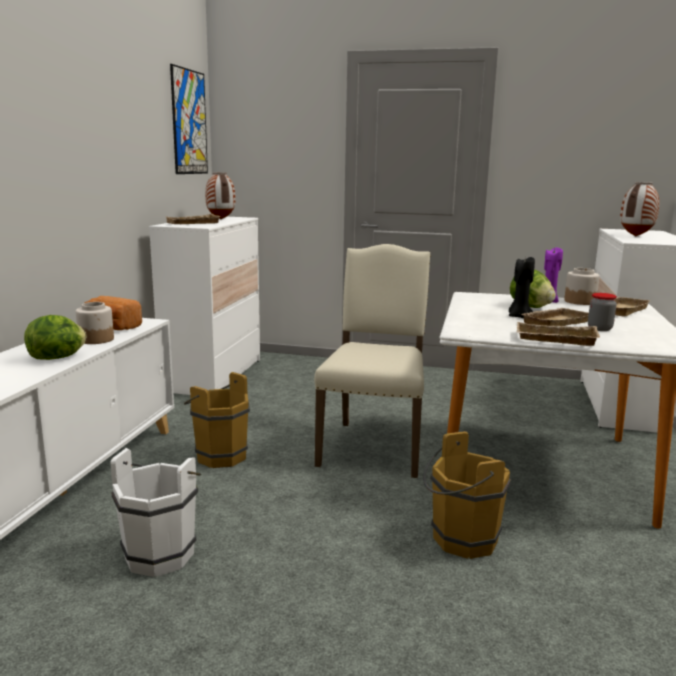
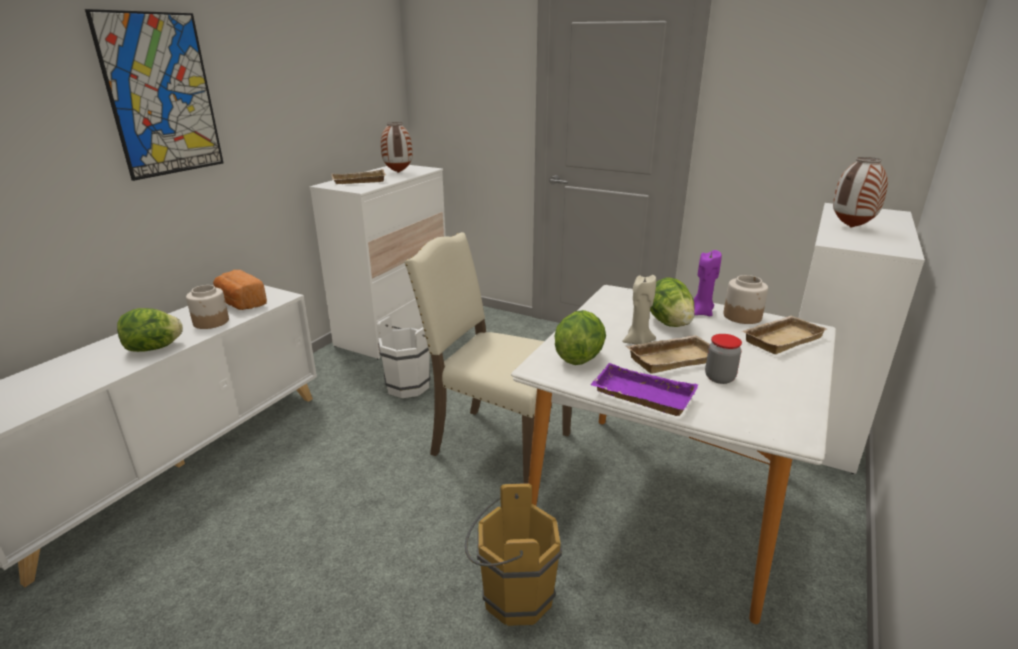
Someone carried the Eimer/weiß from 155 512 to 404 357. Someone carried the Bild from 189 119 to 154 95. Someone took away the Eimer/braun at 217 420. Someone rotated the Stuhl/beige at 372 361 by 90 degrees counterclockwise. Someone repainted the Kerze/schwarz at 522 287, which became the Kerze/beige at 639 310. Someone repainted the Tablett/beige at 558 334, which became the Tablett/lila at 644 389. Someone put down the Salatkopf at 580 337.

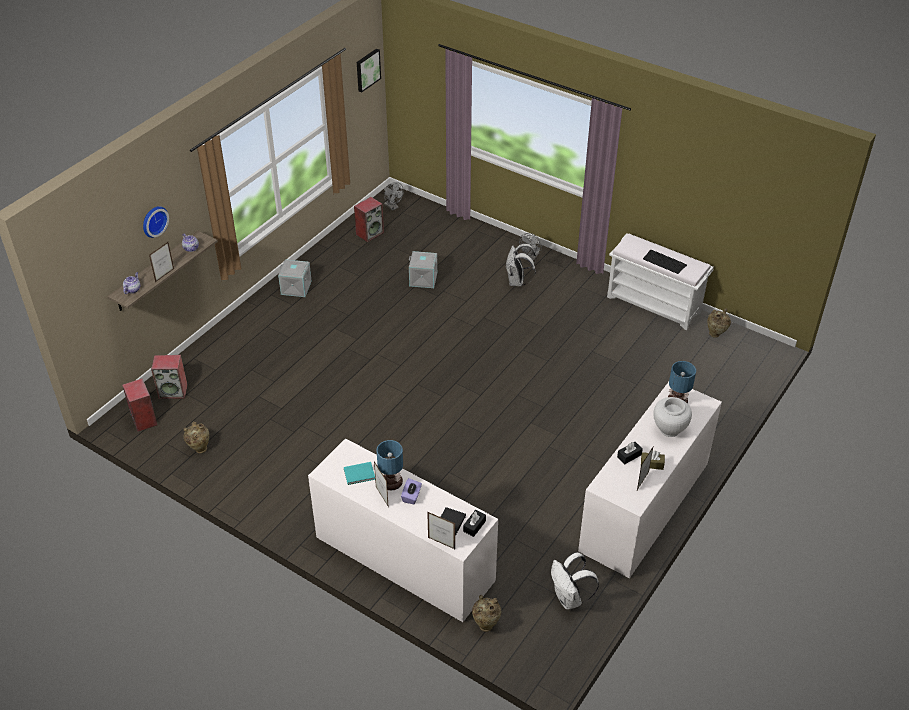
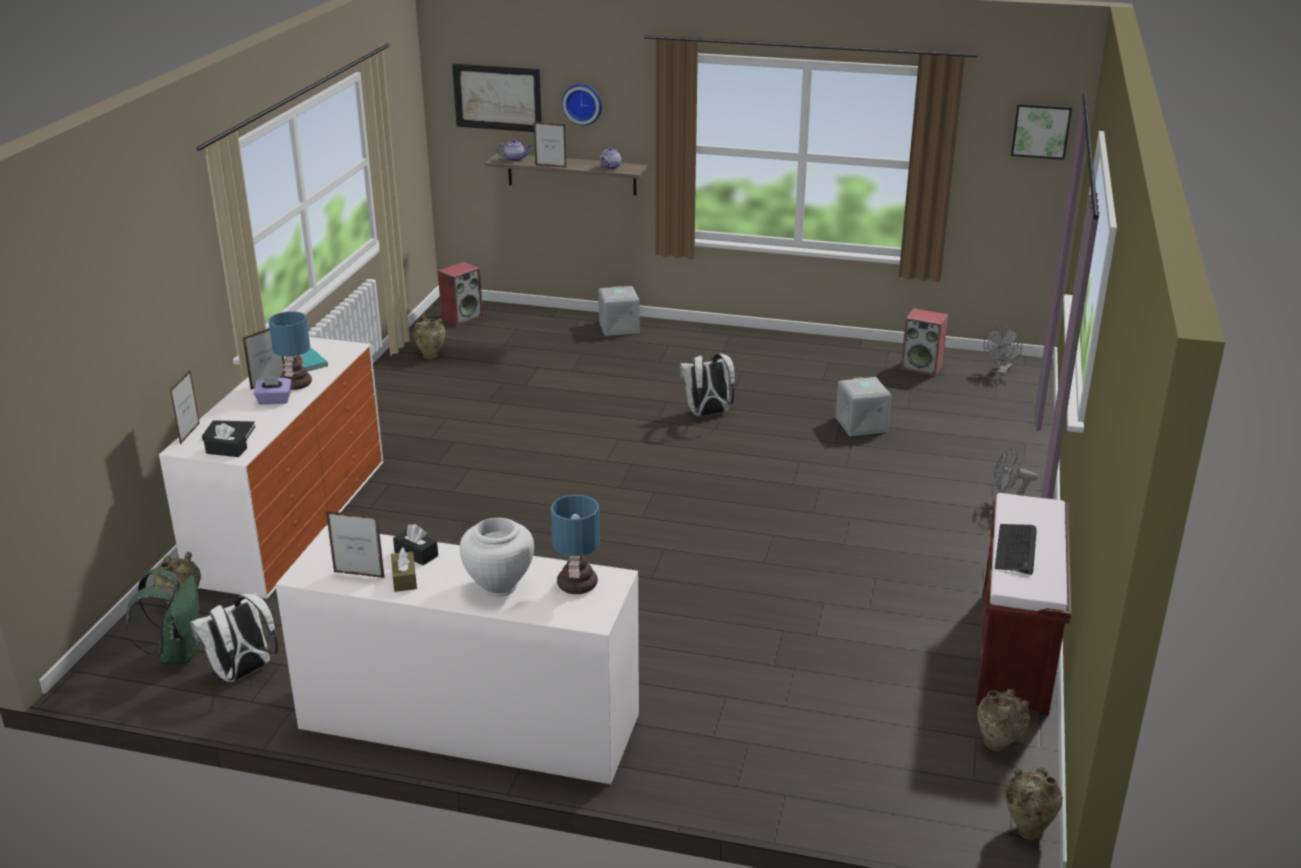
Someone took away the Lautsprecher at 169 377. Someone carried the Aufbewahrungsbox/grau from 295 278 to 619 311. Someone carried the Rucksack/weiß from 520 265 to 707 385. Someone repainted the Bank/weiß at 660 282, which became the Bank/braun at 1023 604. Someone put down the Rucksack/grün at 162 616. Someone put up the Bild at 497 98. Someone put down the Vase/beige at 1034 803.

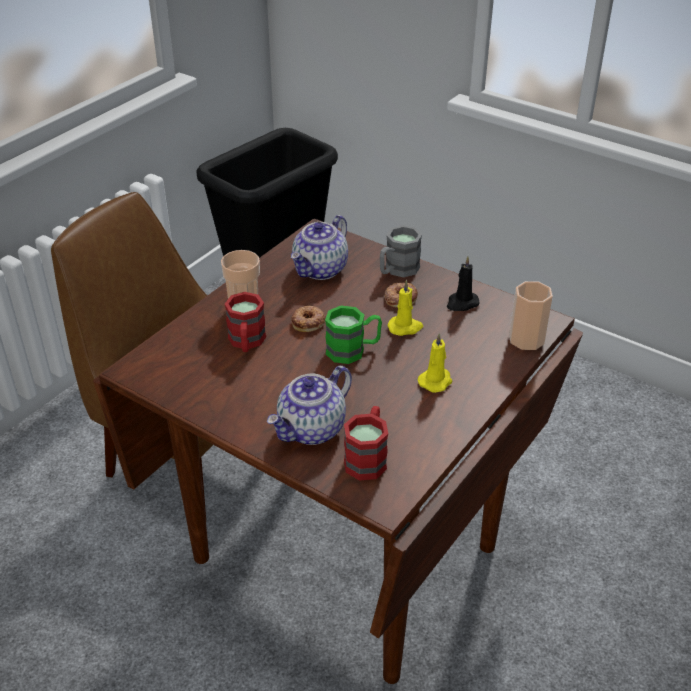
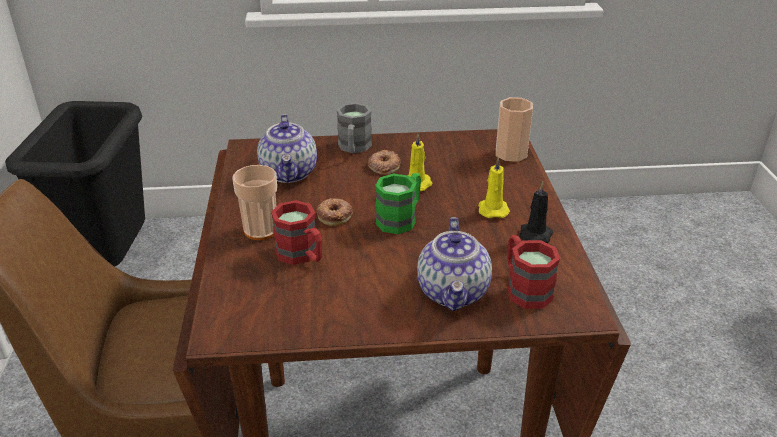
Someone carried the Kerze/schwarz from 463 283 to 536 212.

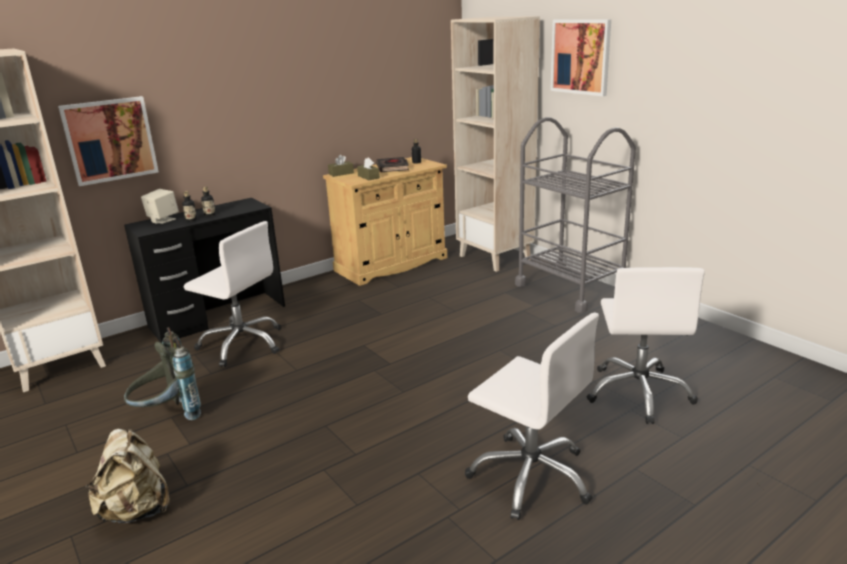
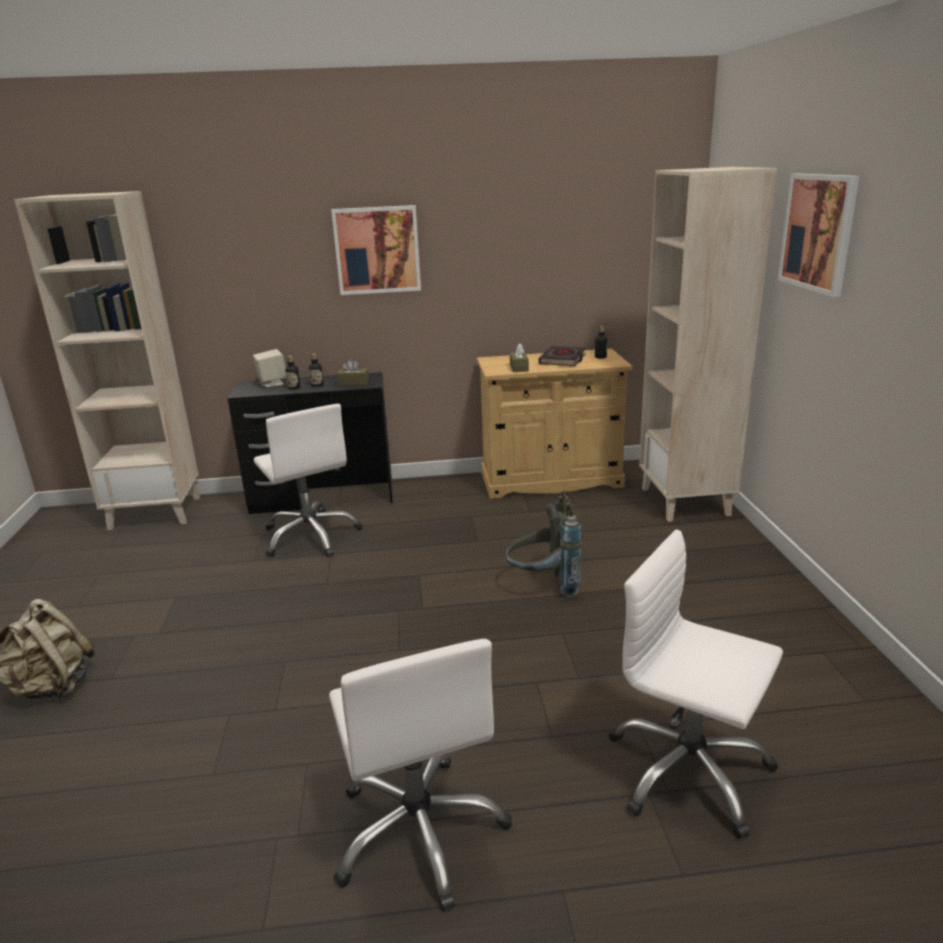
Someone carried the Bild from 108 141 to 376 250. Someone carried the Rucksack/grau from 162 373 to 543 544. Someone carried the Taschentuchbox/braun from 341 166 to 352 372. Someone took away the Rollwagen/grau at 575 215. Someone rotated the Bürostuhl/weiß at 646 345 by 90 degrees clockwise.

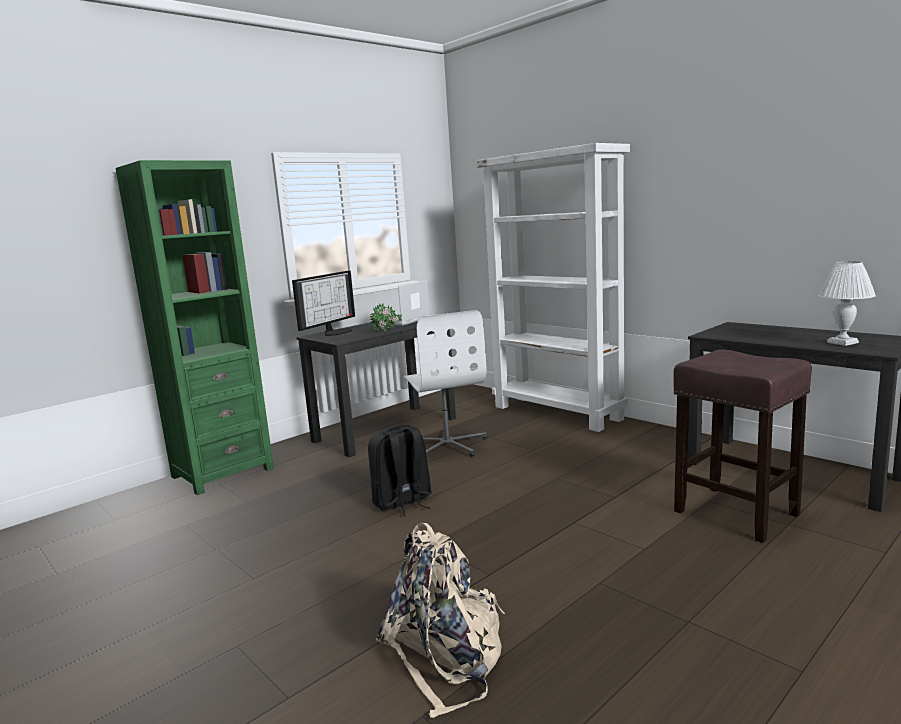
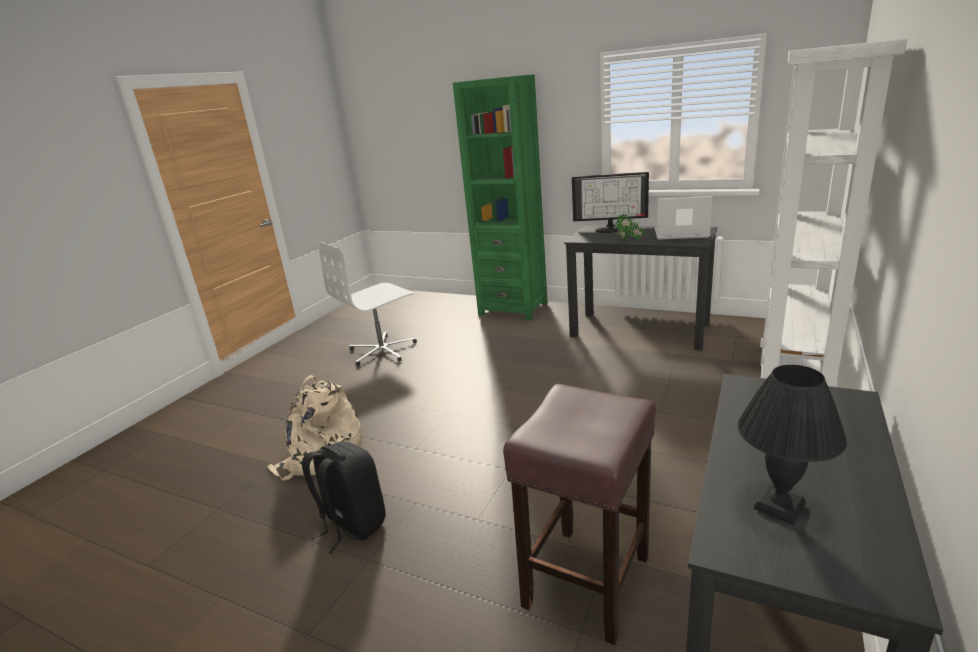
Someone carried the Rucksack/schwarz from 400 471 to 344 497. Someone carried the Bürostuhl/weiß from 445 383 to 367 303. Someone repainted the Tischlampe/weiß at 847 303, which became the Tischlampe/schwarz at 792 445.

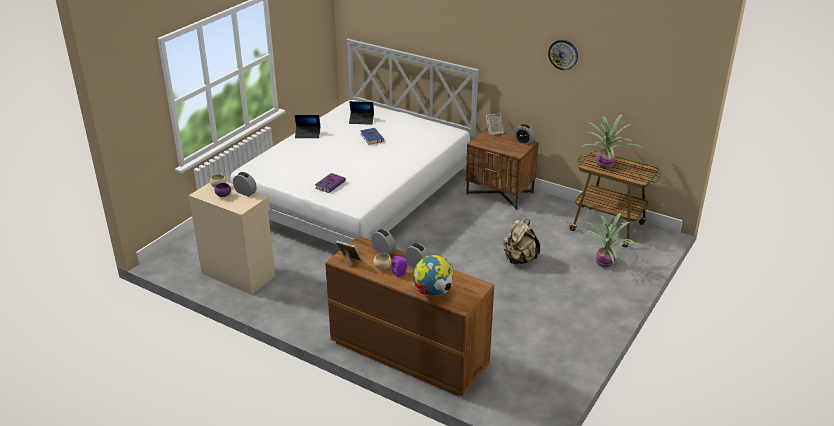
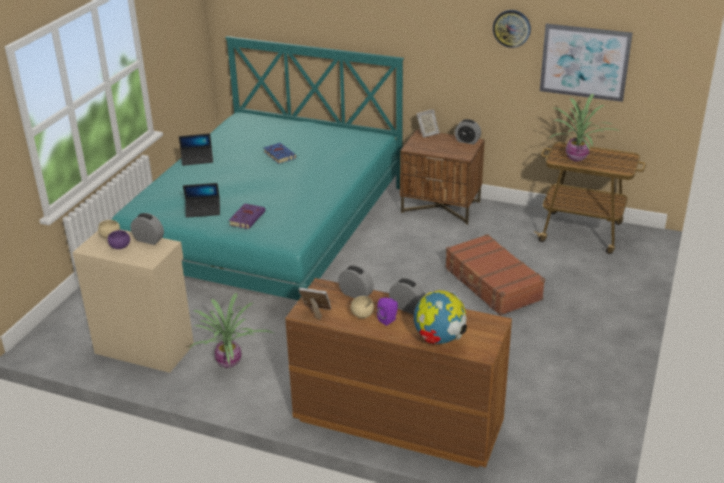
Someone repainted the Bett/weiß at 354 141, which became the Bett/türkis at 258 168. Someone carried the Laptop from 361 113 to 201 200. Someone swapped the Rucksack/beige at 521 241 for the Koffer/braun at 495 275. Someone carried the Topfpflanze from 612 240 to 231 330. Someone put up the Bild at 586 63.

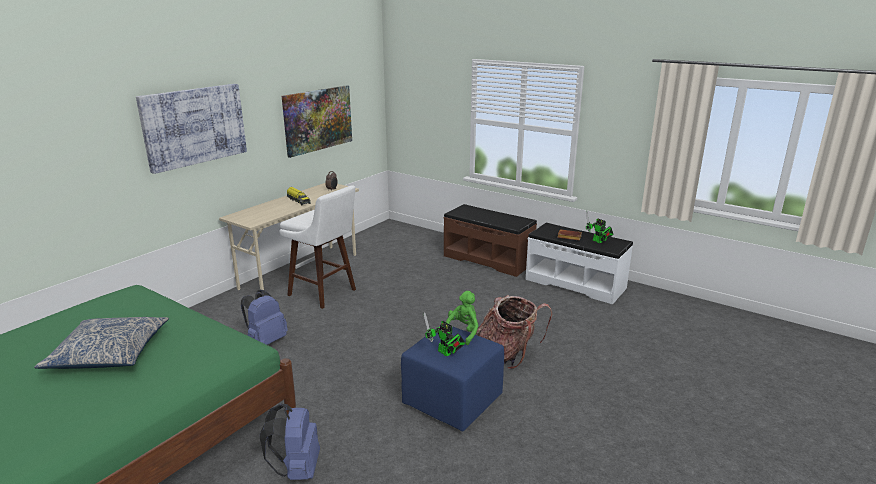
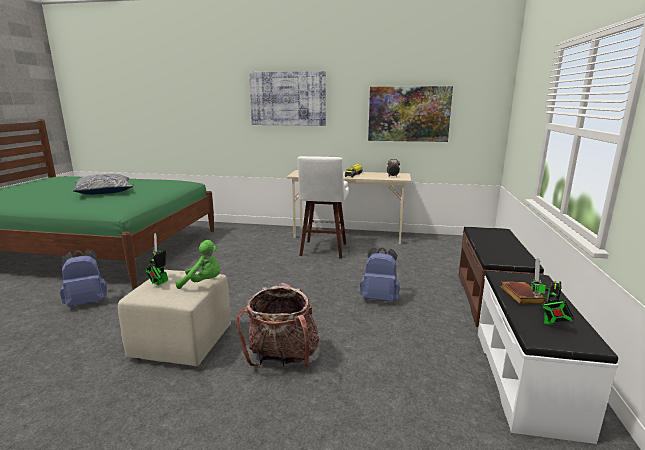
Someone carried the Rucksack/blau from 264 317 to 380 274. Someone repainted the Polsterhocker/blau at 452 378, which became the Polsterhocker/beige at 174 318.

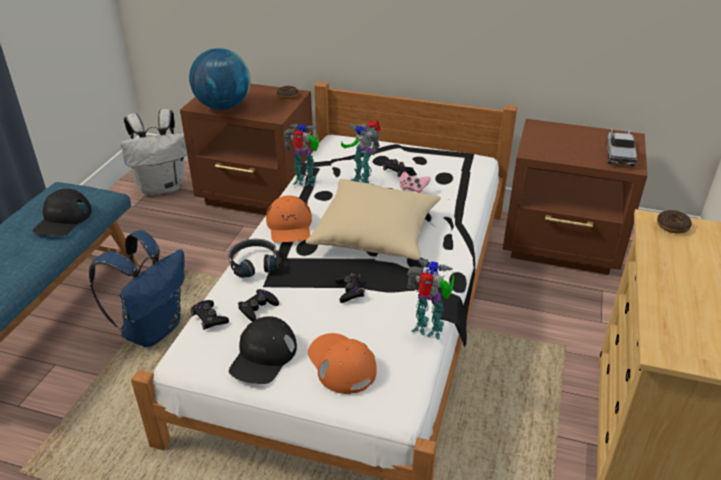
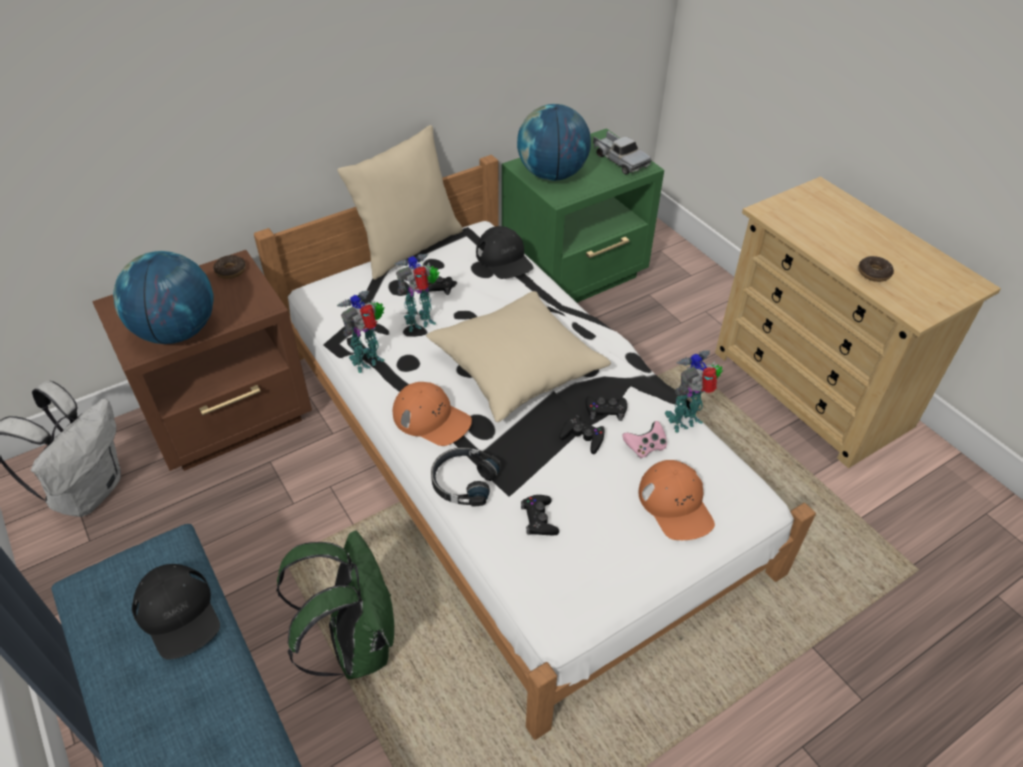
Someone repainted the Rucksack/blau at 137 288, which became the Rucksack/grün at 335 604. Someone carried the Gamepad/schwarz from 209 315 to 606 408. Someone carried the Kappe/schwarz from 263 350 to 505 252. Someone rotated the Kappe/orange at 342 363 by 120 degrees counterclockwise. Someone rotated the Spielzeugroboter at 361 152 by 150 degrees clockwise. Someone carried the Gamepad/rosa from 415 182 to 644 439. Someone repainted the Nachttisch/braun at 575 197, which became the Nachttisch/grün at 583 215. Someone carried the Donut from 674 222 to 876 269. Someone put down the Kissen/beige at 400 202. Someone put down the Globus at 554 142.

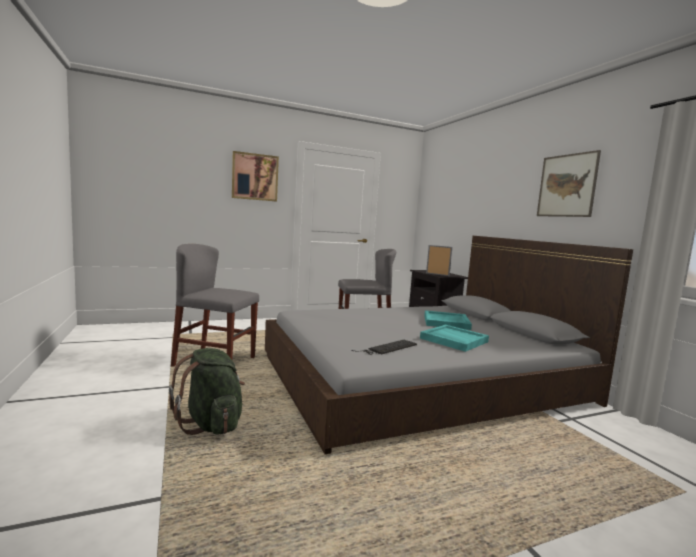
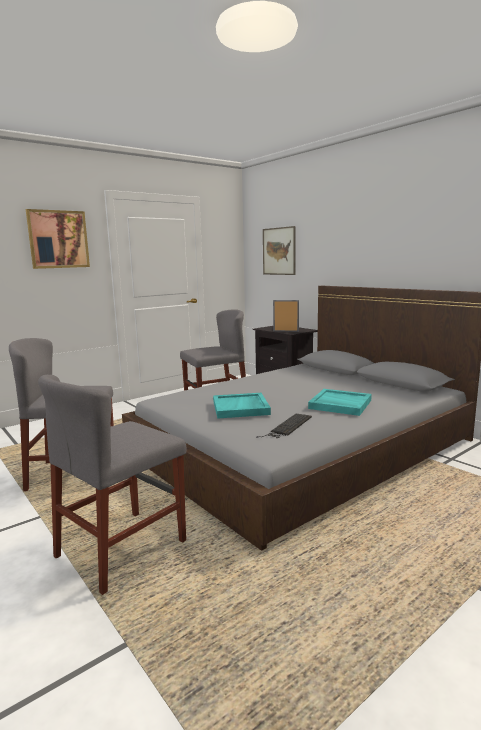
Someone swapped the Rucksack/grün at 207 391 for the Stuhl/grau at 112 485. Someone carried the Tablett/türkis from 448 320 to 242 406. Someone carried the Bild from 569 183 to 279 250.

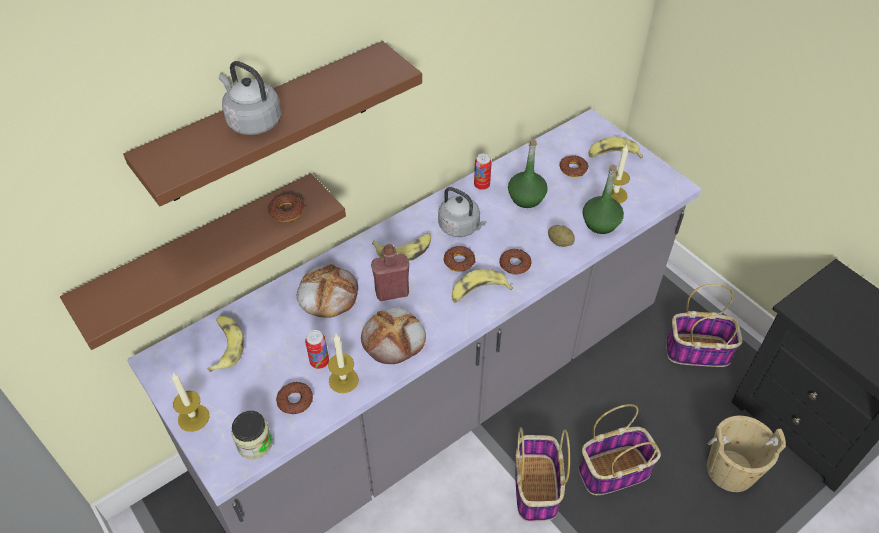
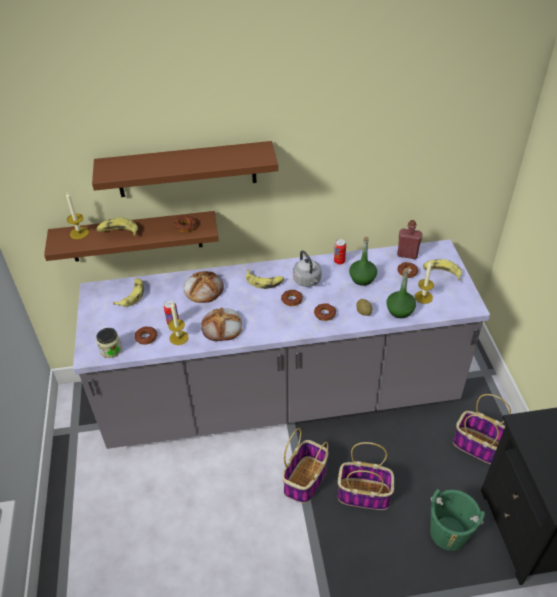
Someone carried the Kerze from 190 402 to 77 215. Someone took away the Wasserkessel/grau at 250 98. Someone carried the Flasche/rot from 390 272 to 410 239. Someone carried the Banane from 482 286 to 117 226. Someone repainted the Eimer/beige at 746 454, which became the Eimer/grün at 457 520.

